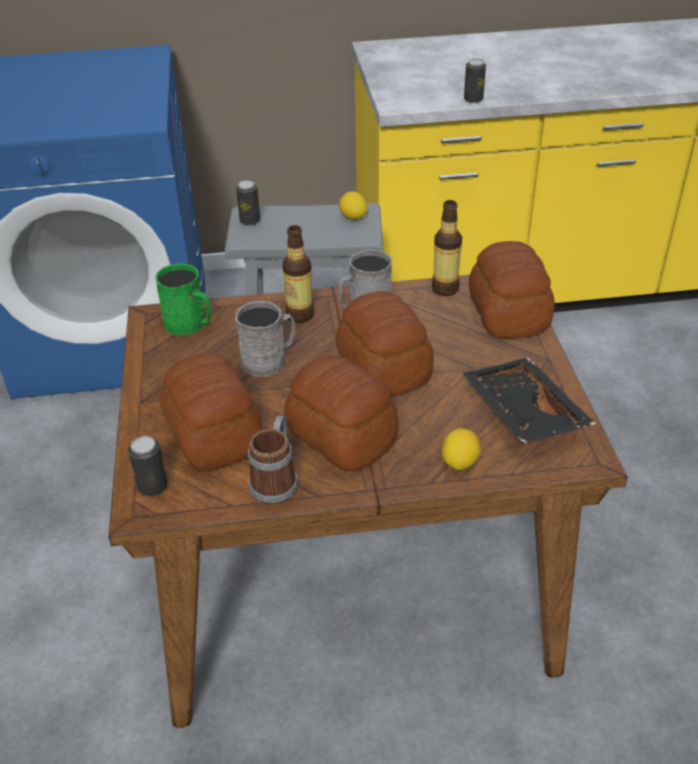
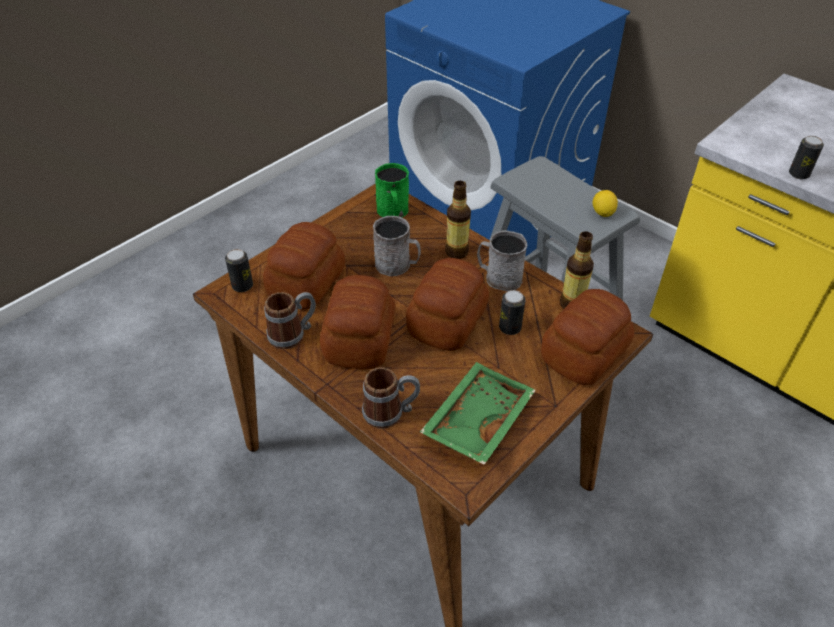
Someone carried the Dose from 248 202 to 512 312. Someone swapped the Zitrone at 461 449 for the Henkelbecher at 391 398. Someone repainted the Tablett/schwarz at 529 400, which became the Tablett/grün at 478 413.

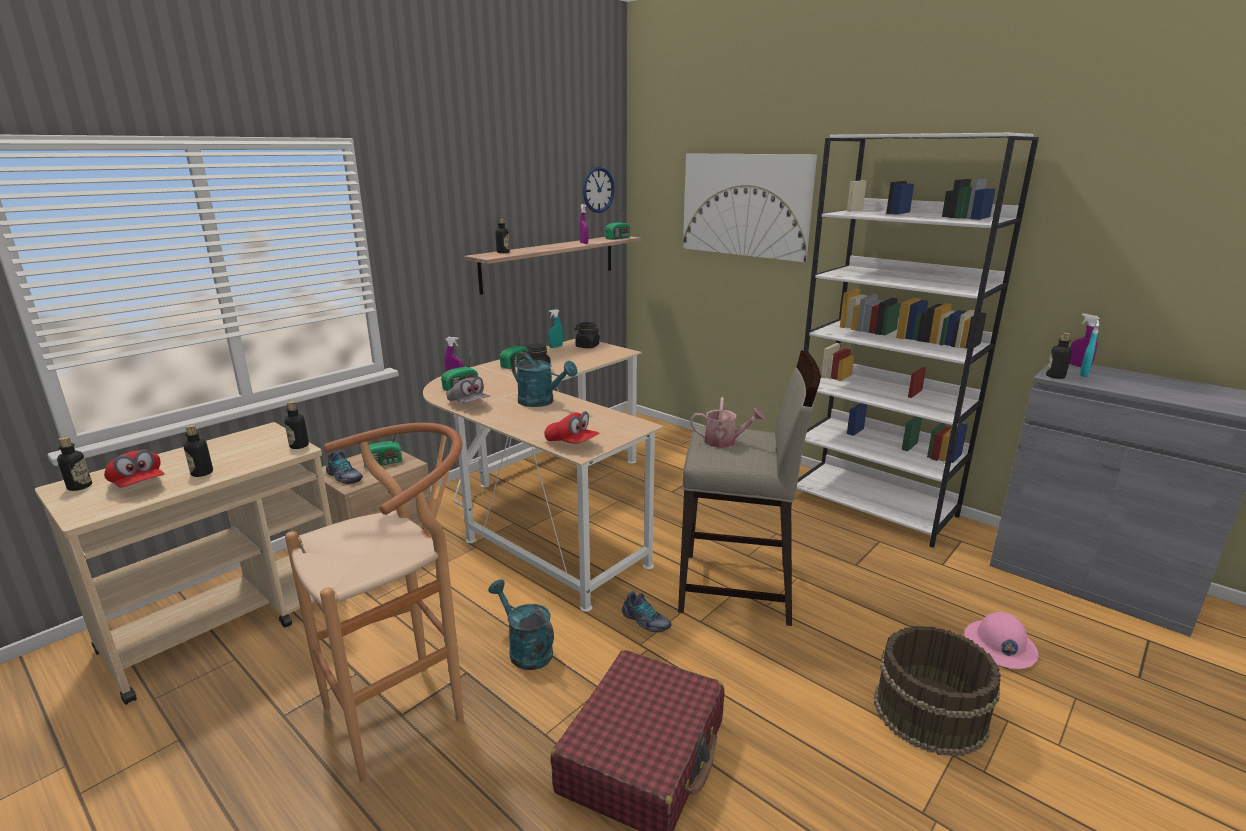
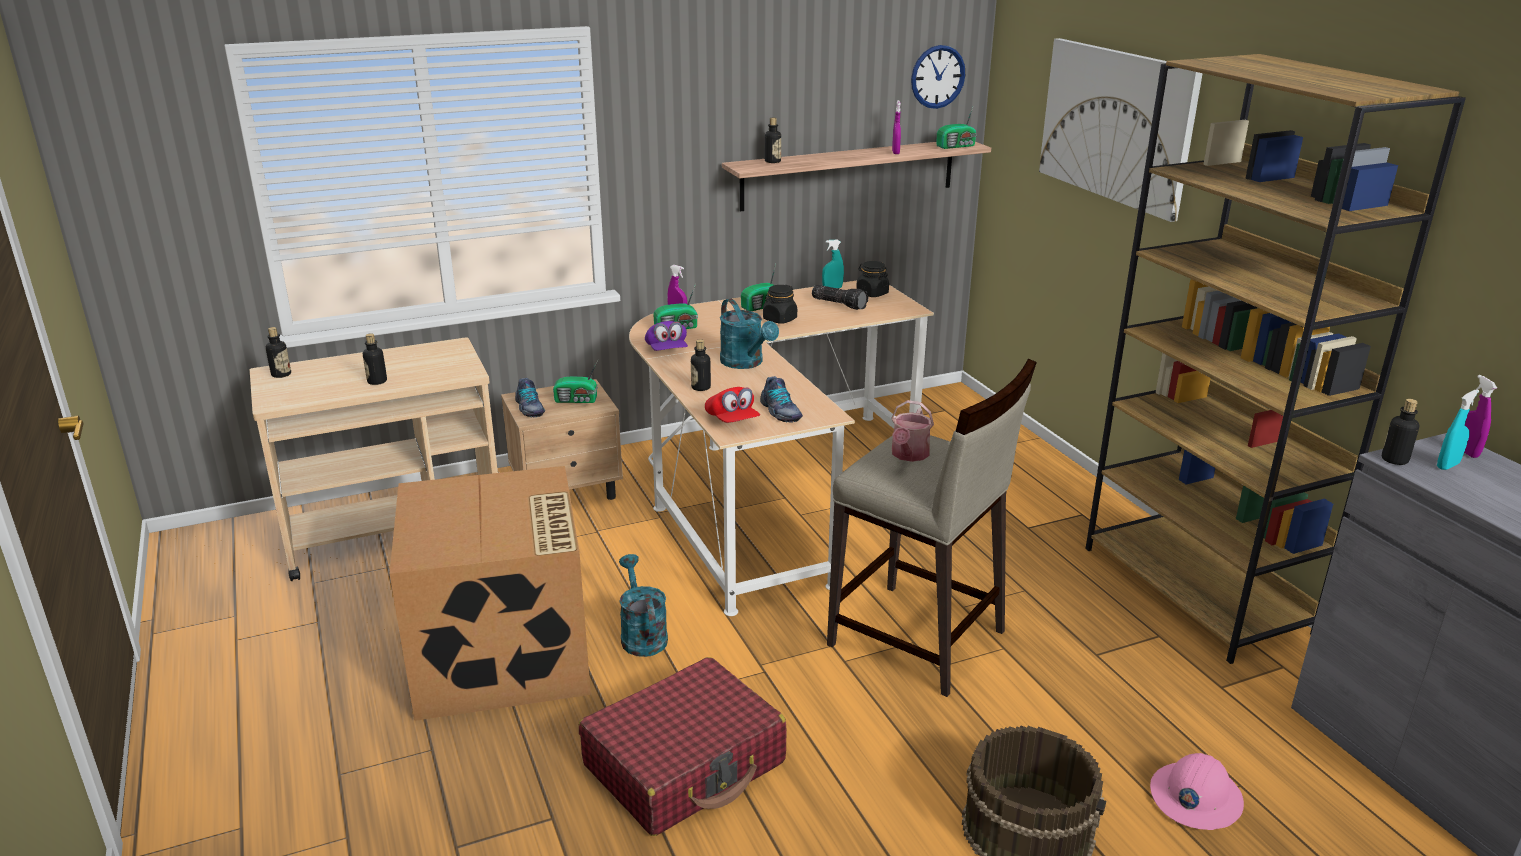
Someone took away the Kappe/rot at 134 468. Someone carried the Flasche from 296 425 to 701 365. Someone swapped the Hocker/braun at 374 602 for the Karton at 490 593. Someone repainted the Kappe/grau at 468 390, which became the Kappe/lila at 666 336. Someone carried the Schuh from 647 612 to 781 399. Someone rotated the Gießkanne at 727 422 by 75 degrees clockwise. Someone repainted the Bücherregal/weiß at 918 340, which became the Bücherregal/braun at 1276 359. Someone put down the Taschenlampe at 840 297.

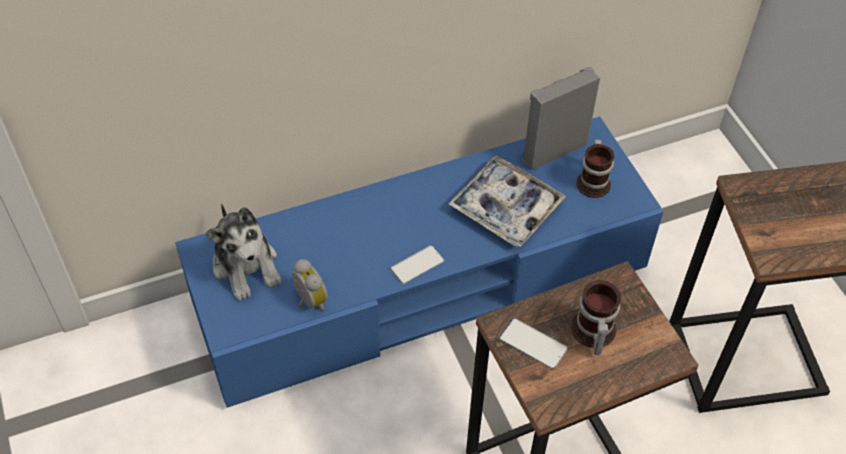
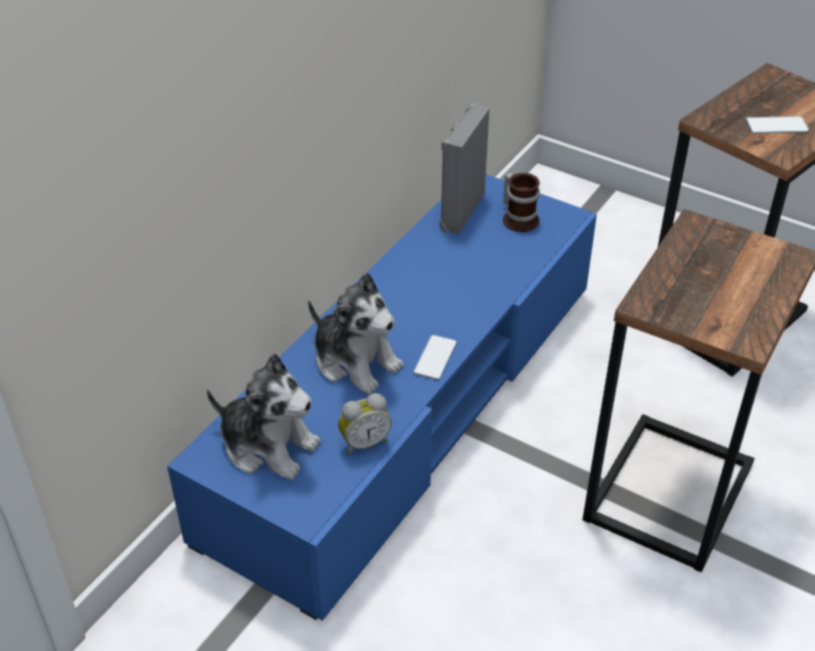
Someone rotated the Wecker at 310 285 by 135 degrees clockwise. Someone took away the Tablett at 507 201. Someone carried the Handy from 533 343 to 777 124. Someone took away the Henkelbecher at 596 317. Someone put down the Plüschtier at 356 333.

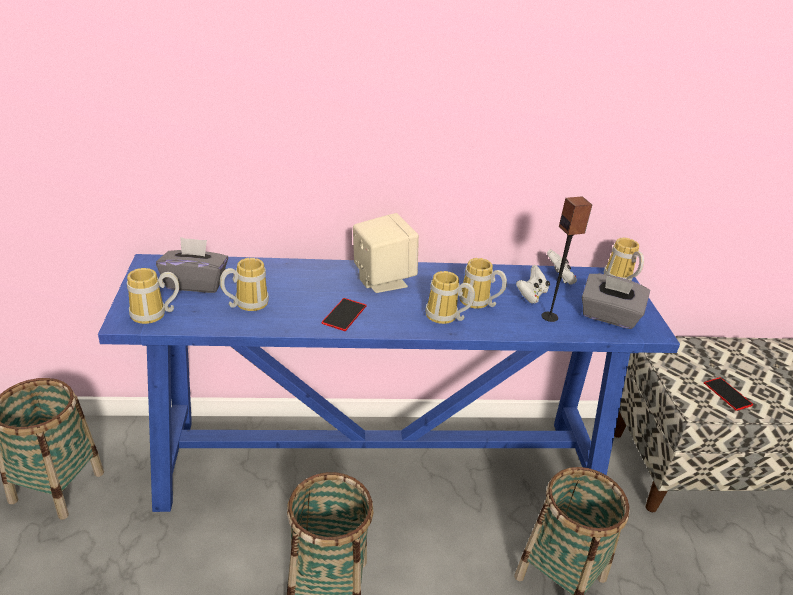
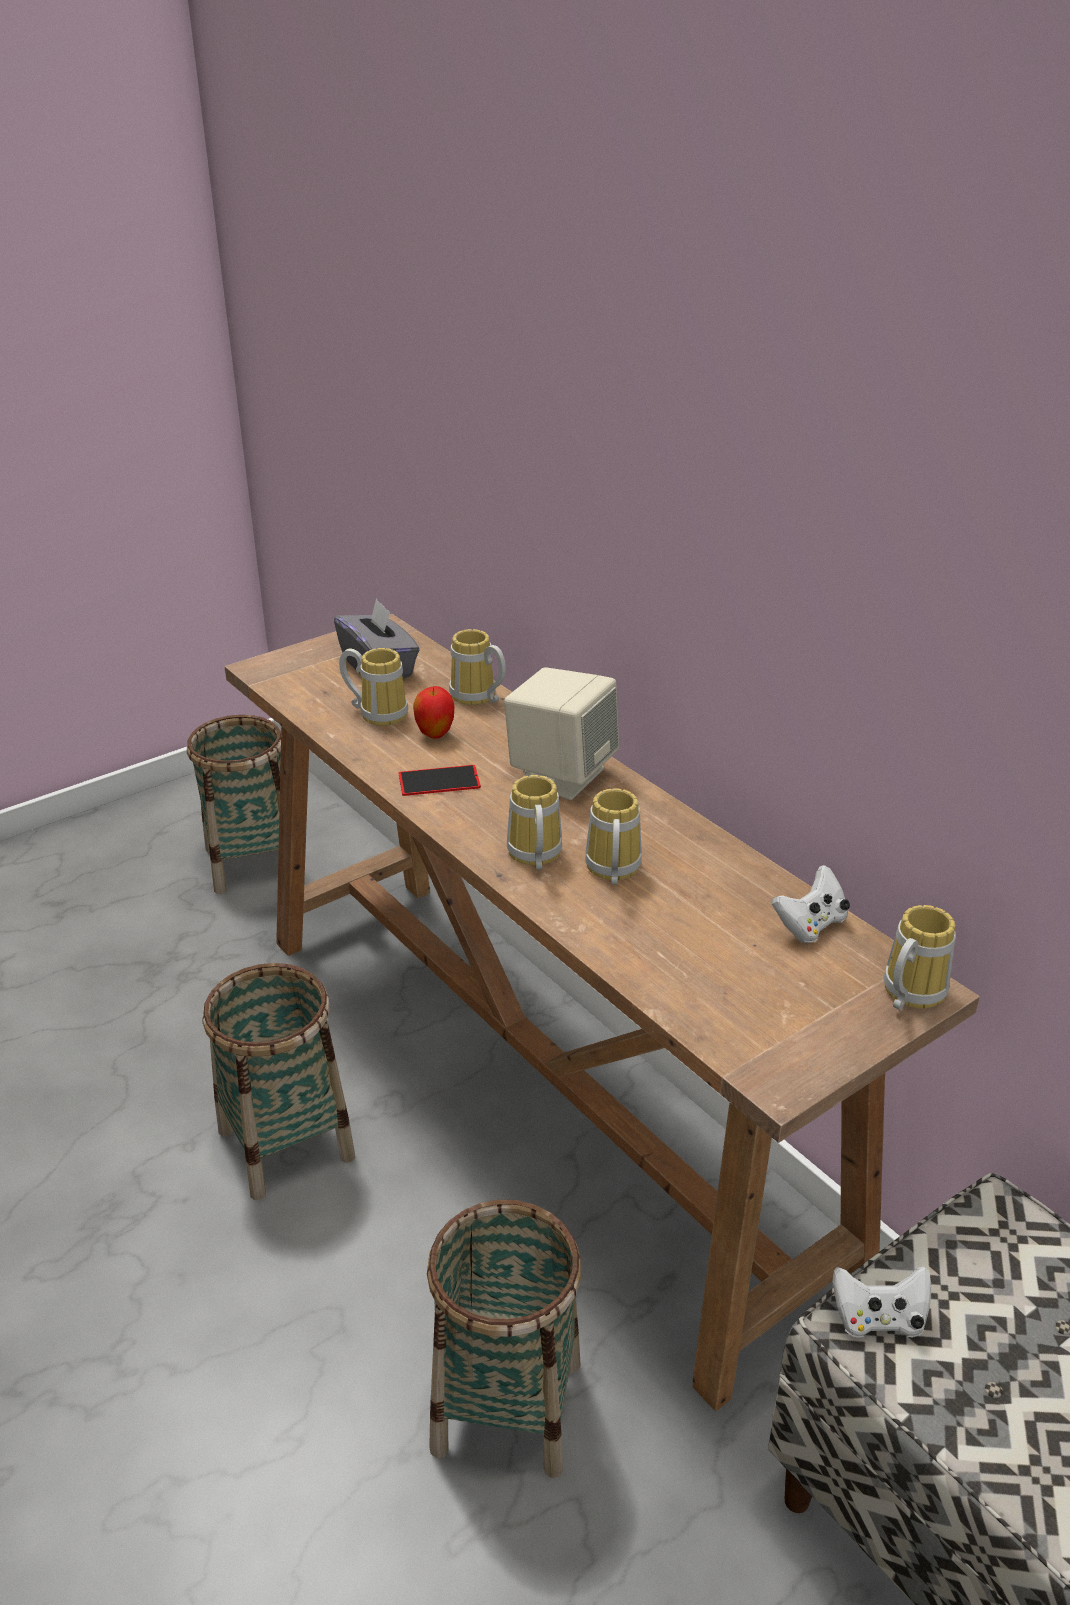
Someone repainted the Konsolentisch/blau at 389 383, which became the Konsolentisch/braun at 602 1012. Someone carried the Henkelbecher from 153 296 to 477 667. Someone carried the Gamepad/weiß from 533 284 to 882 1302. Someone took away the Lautsprecher at 566 259. Someone took away the Taschentuchbox/grau at 616 301. Someone took away the Handy at 728 394. Someone put down the Apfel at 433 712.

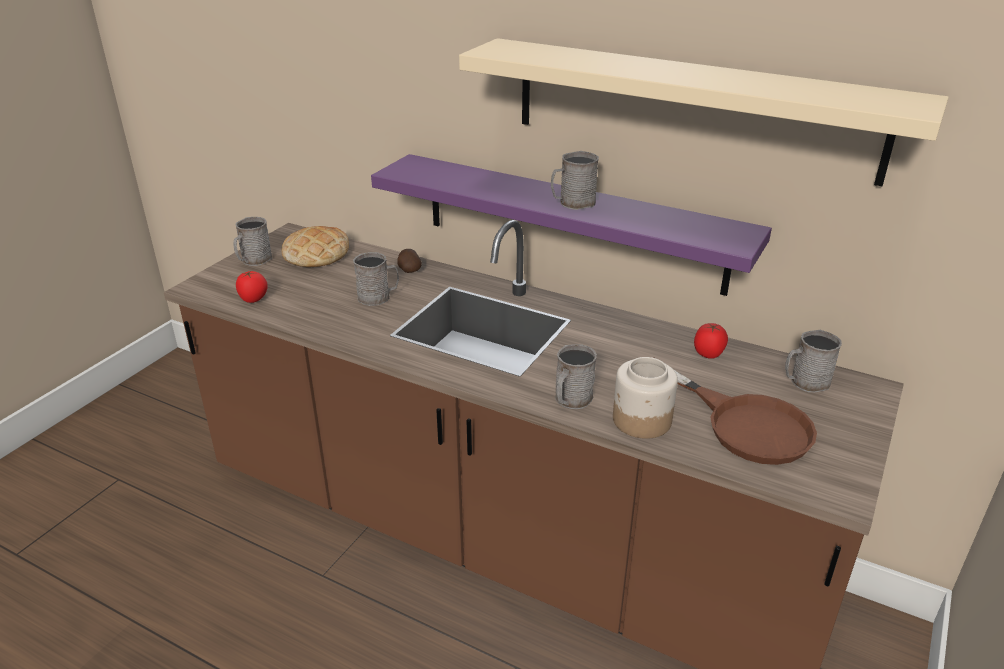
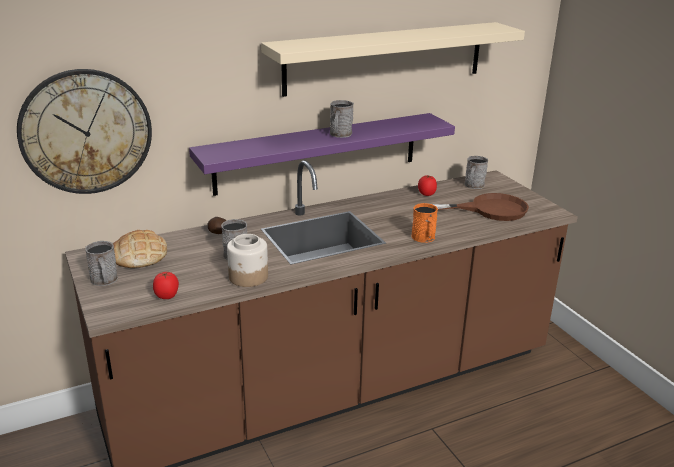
Someone repainted the Henkelbecher/grau at 576 376, which became the Henkelbecher/orange at 424 223. Someone carried the Vorratsglas from 645 398 to 247 260. Someone put up the Wanduhr at 84 131.

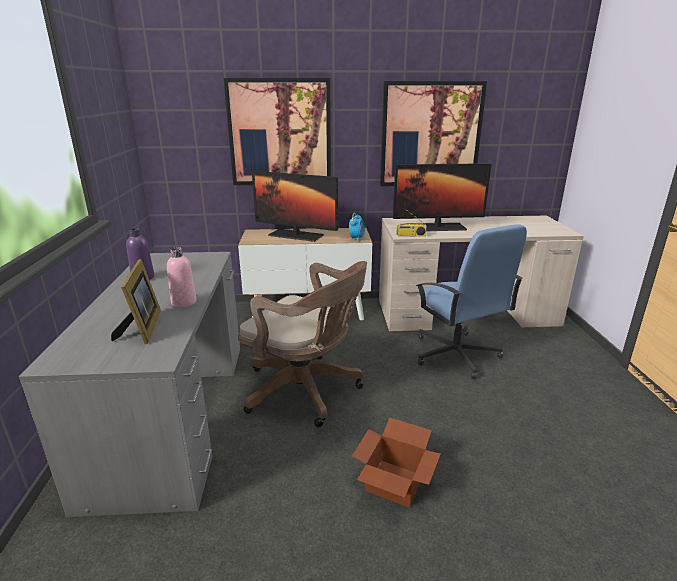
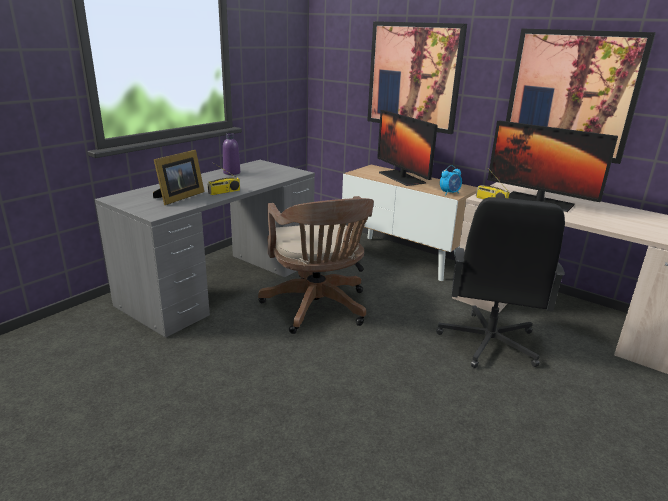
Someone swapped the Flasche/rosa at 181 277 for the Radio at 224 178. Someone took away the Karton at 396 462. Someone repainted the Bürostuhl/blau at 471 301, which became the Bürostuhl/schwarz at 500 282.

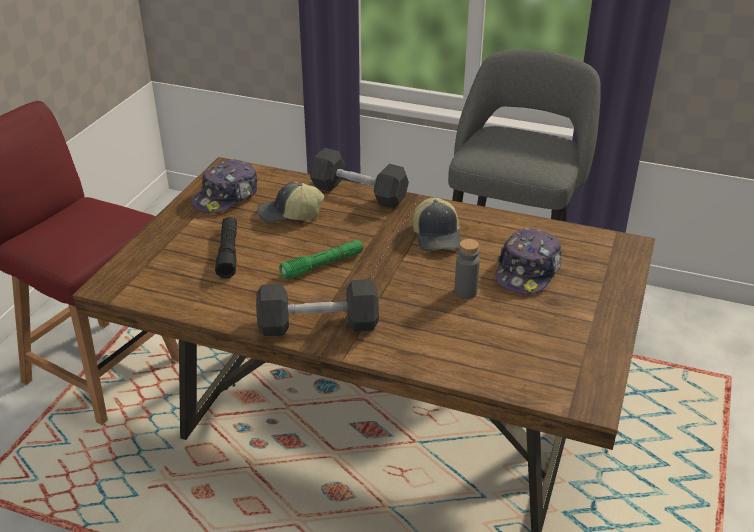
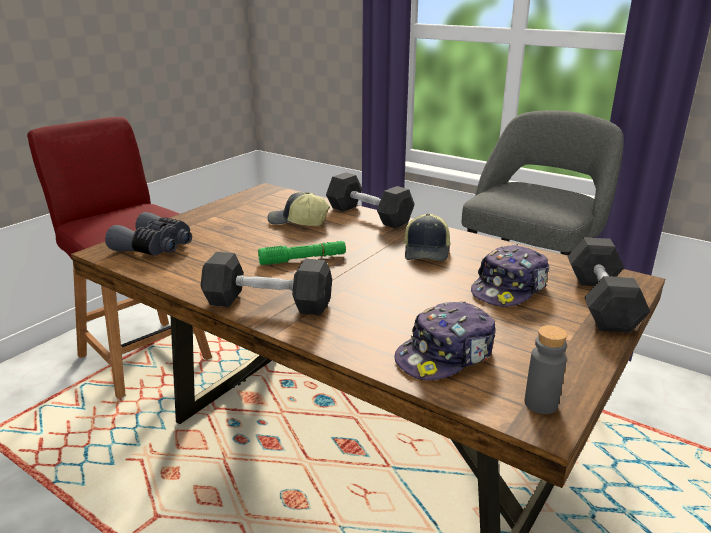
Someone carried the Kappe from 225 186 to 445 340. Someone took away the Taschenlampe/schwarz at 226 248. Someone carried the Flasche/grau from 467 269 to 545 369. Someone put down the Fernglas/grau at 148 234. Someone put down the Hantel/grau at 609 285.

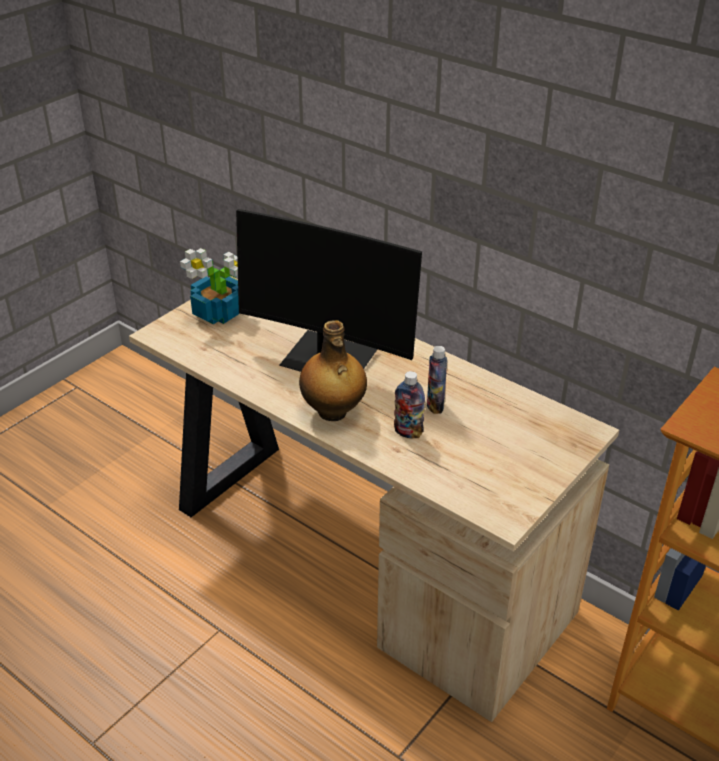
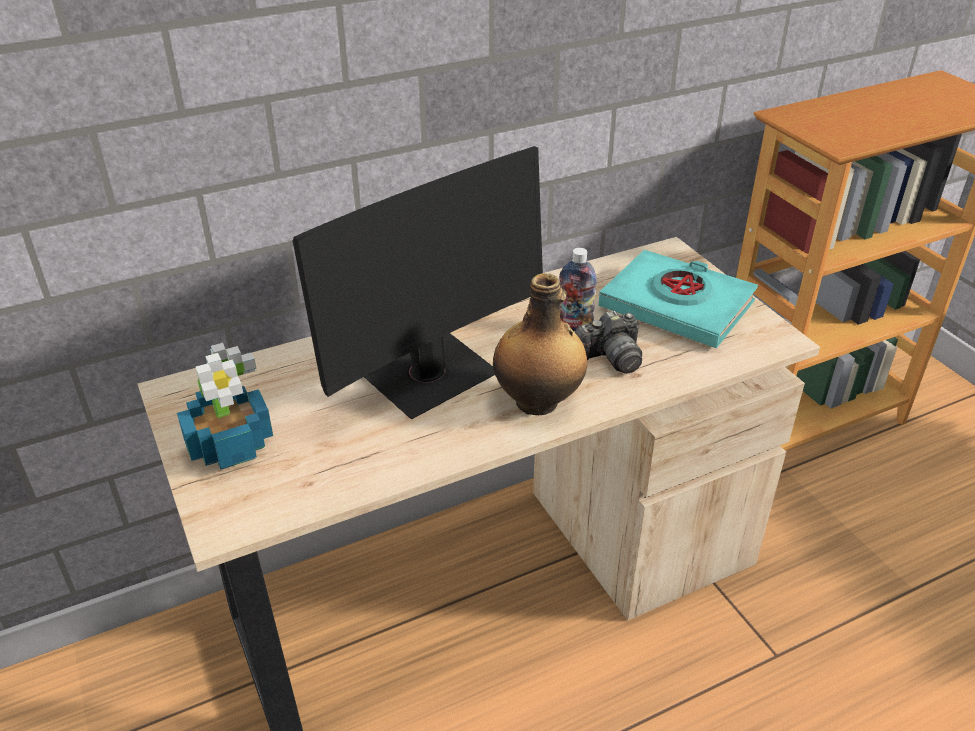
Someone swapped the Flasche at 409 405 for the Kamera at 608 342. Someone put down the Buch/türkis at 678 299.

